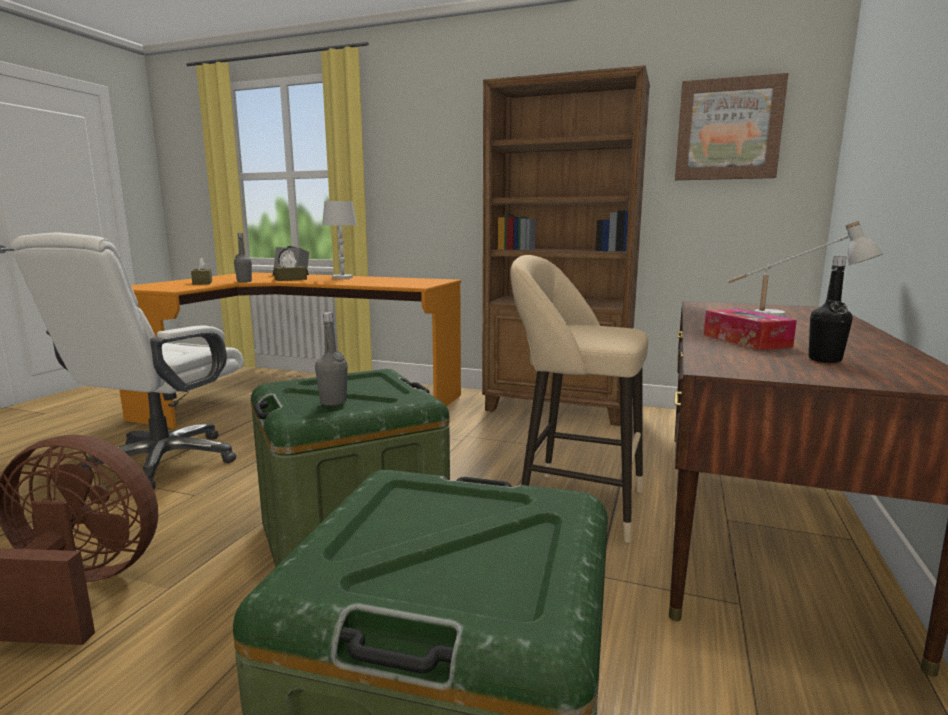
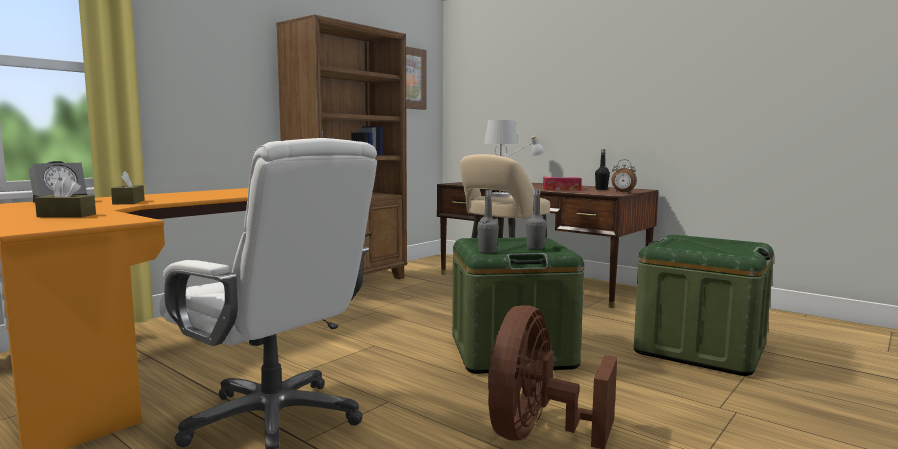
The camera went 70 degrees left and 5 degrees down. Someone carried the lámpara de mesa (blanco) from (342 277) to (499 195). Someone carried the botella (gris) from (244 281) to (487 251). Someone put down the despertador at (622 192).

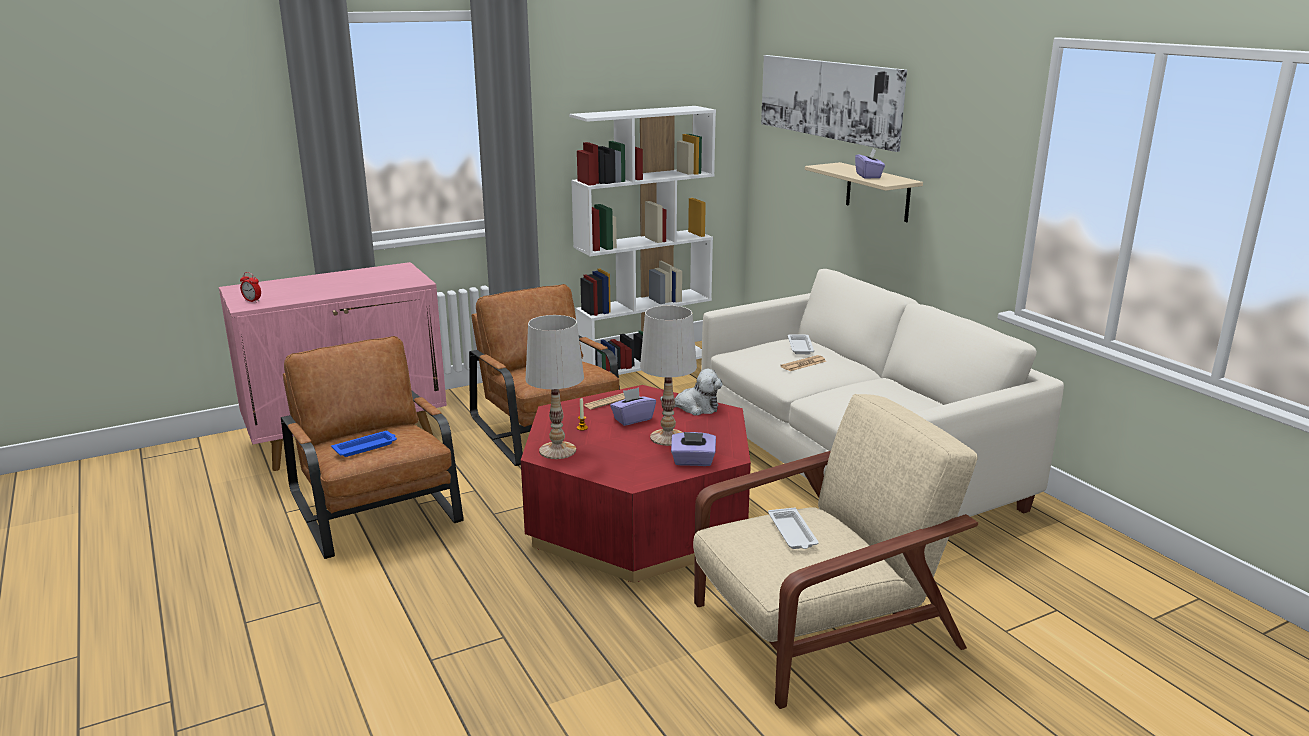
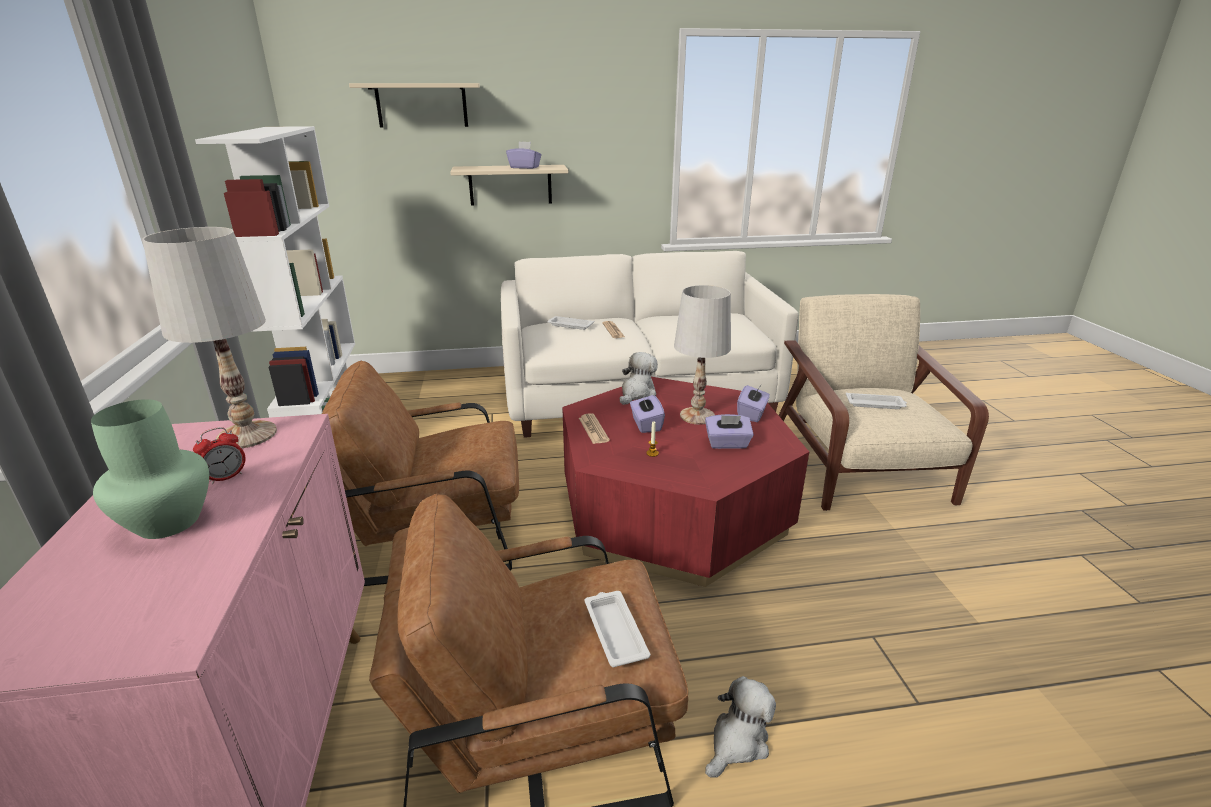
The camera went 70 degrees left and 5 degrees up. Someone swapped the cuadro at (828 99) for the estante (beis) at (422 105). Someone carried the despertador from (252 301) to (226 477). Someone carried the lámpara de mesa (blanco) from (557 451) to (247 435). Someone repainted the bandeja (azul) at (366 447), which became the bandeja (blanco) at (615 631). Someone put down the florero (verde) at (167 521). Someone put down the caja de pañuelos (morado) at (727 444). Someone put down the peluche at (738 741).

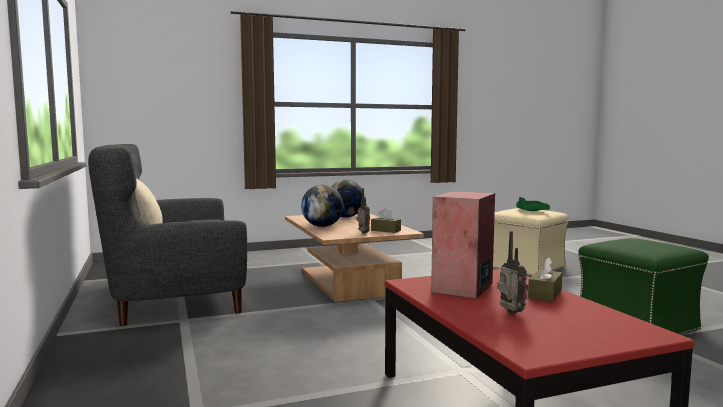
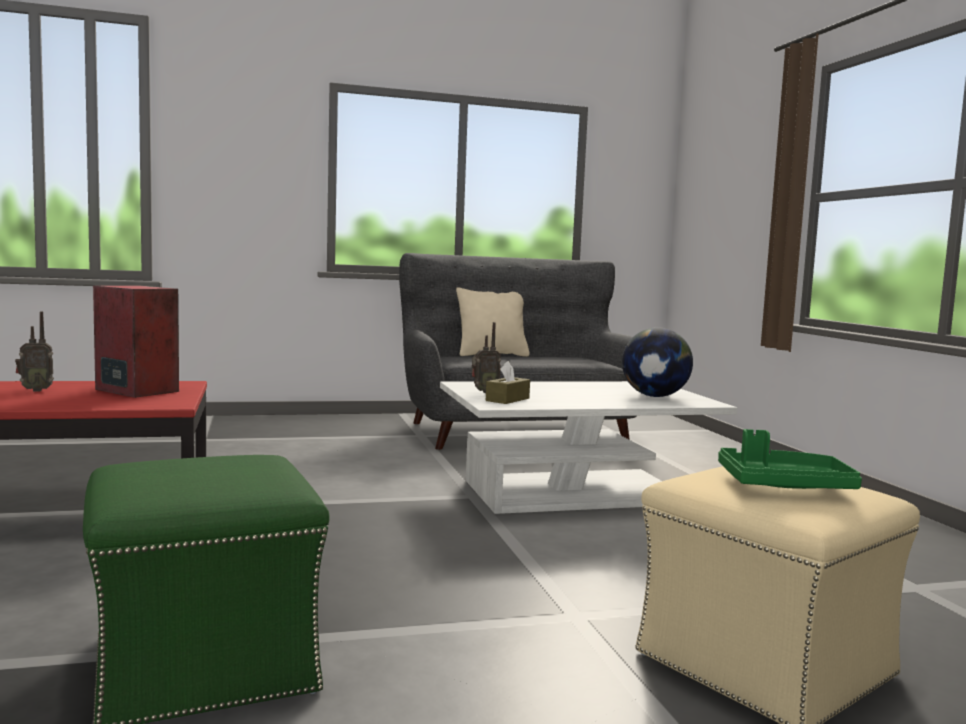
The camera went 95 degrees right and 0 degrees up. Someone took away the globo terráqueo at (322 226). Someone repainted the mesa de centro (marrón) at (347 282), which became the mesa de centro (blanco) at (575 492). Someone took away the caja de pañuelos (marrón) at (545 294).

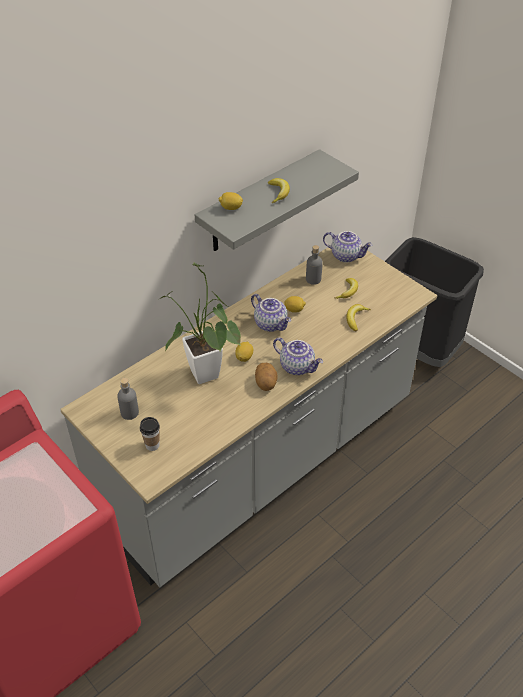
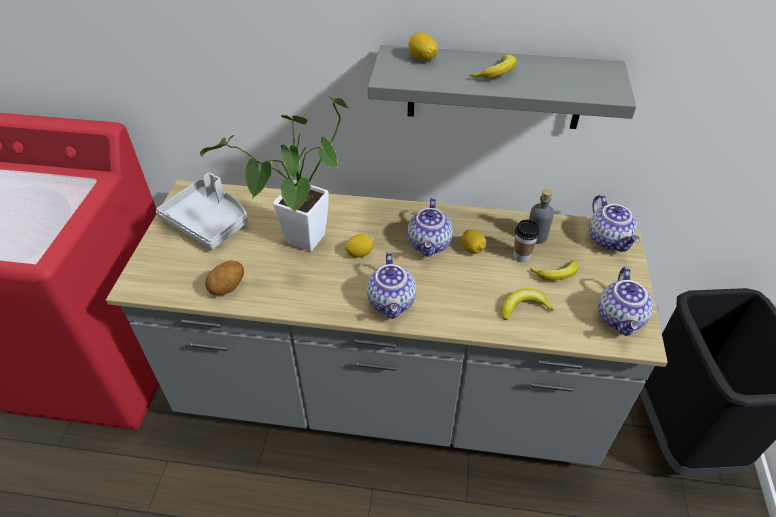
The camera went 50 degrees right and 0 degrees up. Someone carried the patata from (266 383) to (228 288). Someone swapped the botella (gris) at (129 413) for the bandeja (gris) at (208 221). Someone carried the taza from (152 445) to (521 256). Someone put down the tetera at (621 319).

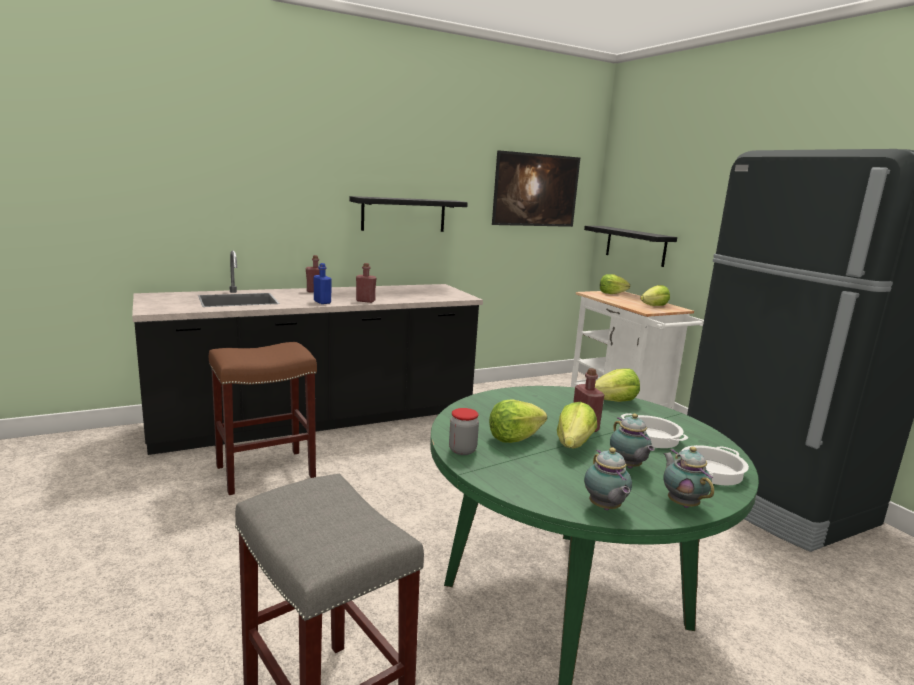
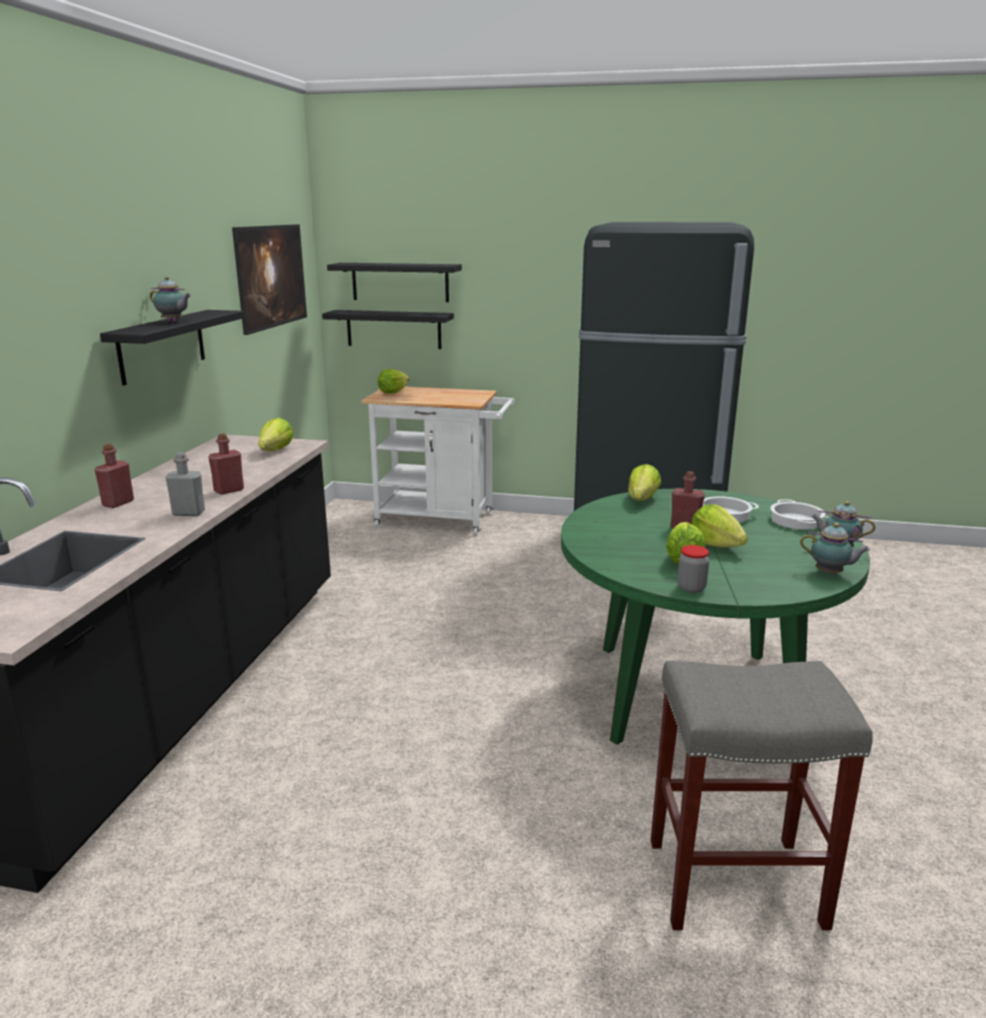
The camera went 50 degrees left and 5 degrees up. Someone repainted the botella (azul) at (322 302), which became the botella (gris) at (188 513). Someone carried the lechuga from (654 306) to (276 450). Someone took away the taburete (marrón) at (267 471). Someone carried the tetera from (628 467) to (173 321). Someone put up the estante (negro) at (400 282).

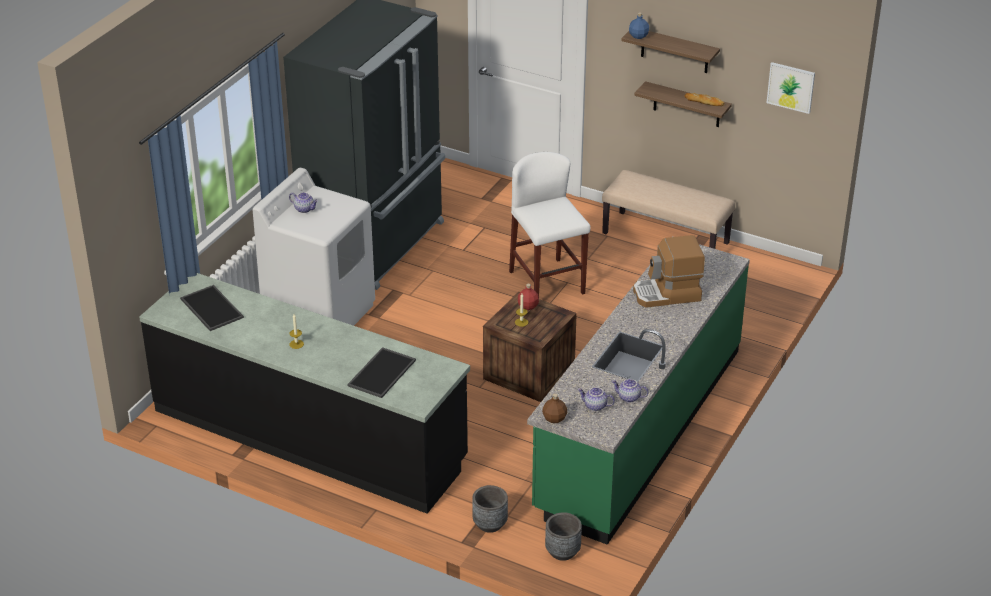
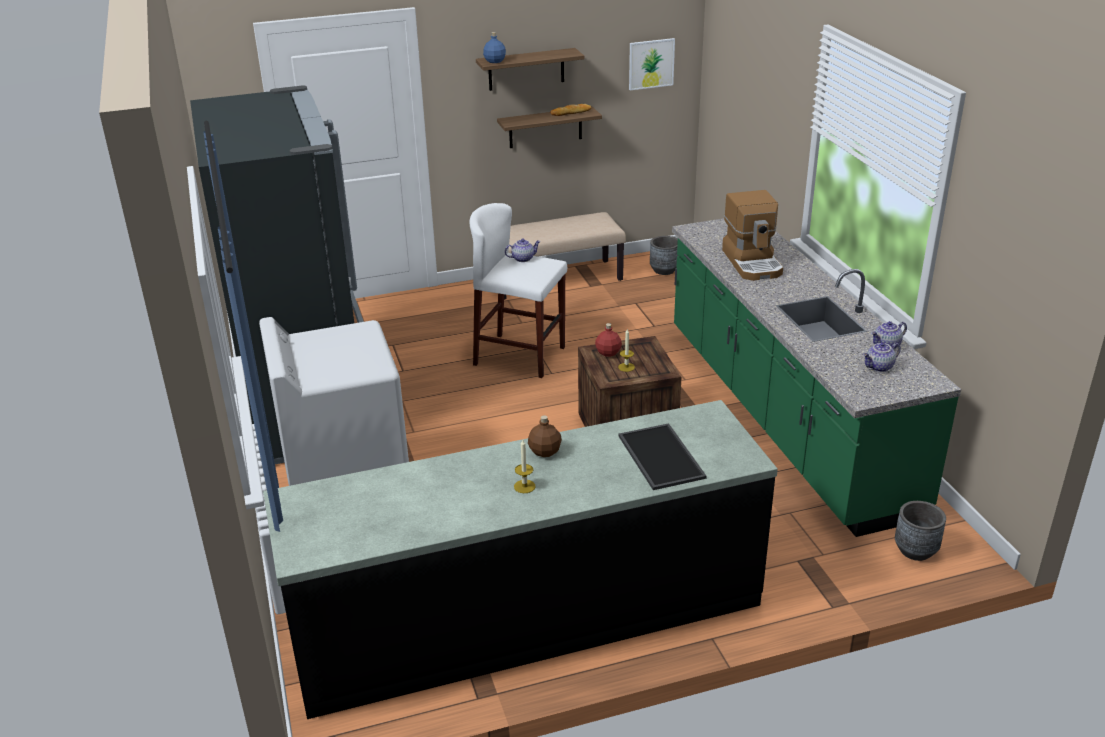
The camera went 45 degrees left and 5 degrees down. Someone carried the tetera from (304 209) to (523 258). Someone rotated the cafetera at (667 294) by 45 degrees counterclockwise. Someone took away the bandeja at (210 308). Someone carried the botella (marrón) from (555 418) to (545 451). Someone carried the maceta (gris) from (490 524) to (664 270).

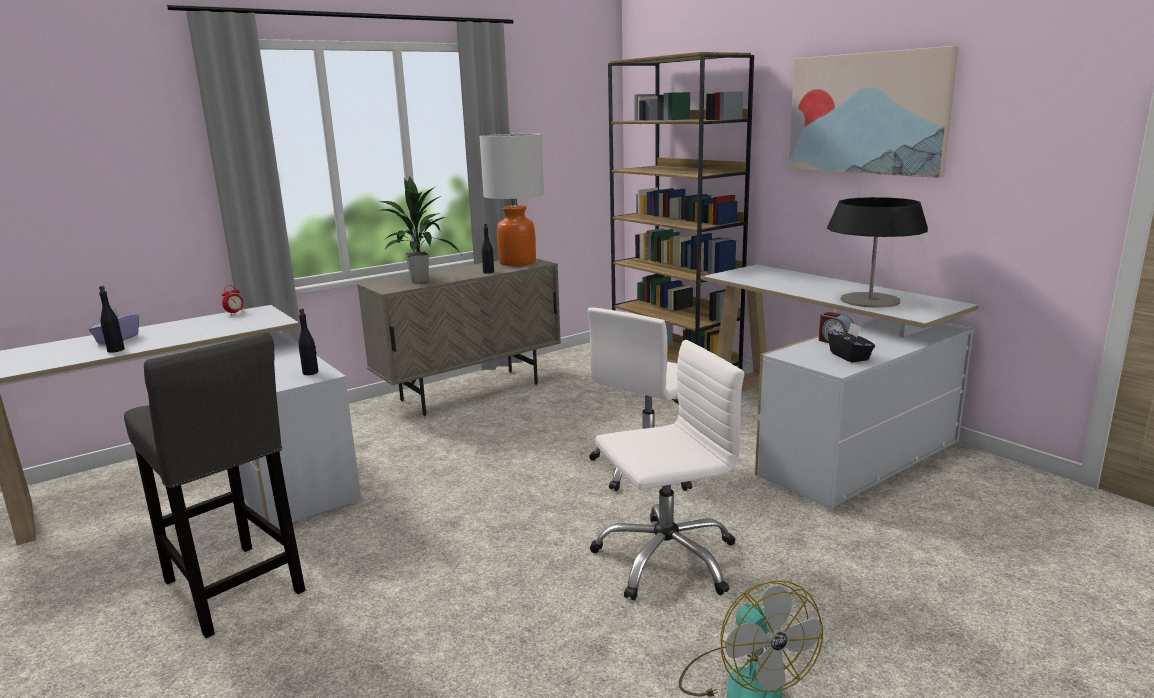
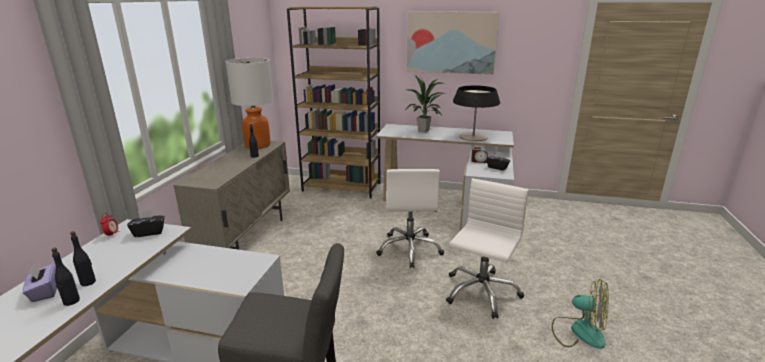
The camera went 40 degrees left and 5 degrees up. Someone carried the planta en maceta from (419 280) to (424 131). Someone carried the botella (negro) from (311 372) to (88 282). Someone put down the caja de pañuelos (negro) at (149 232).

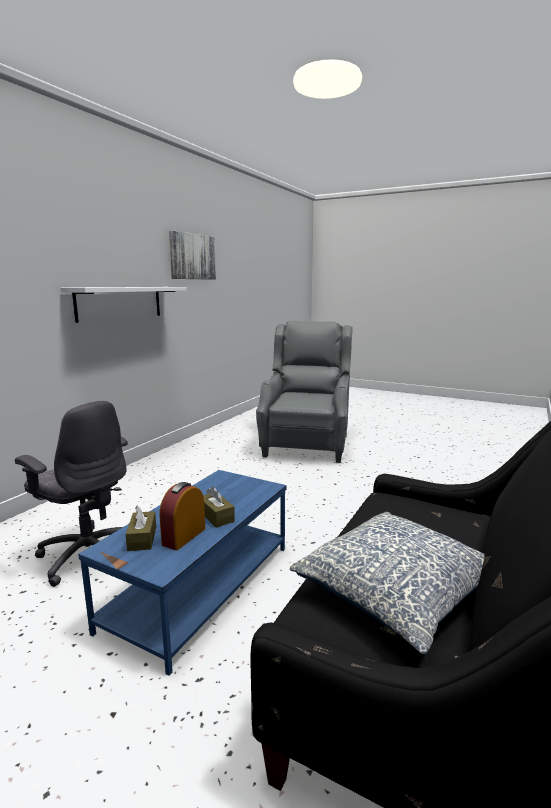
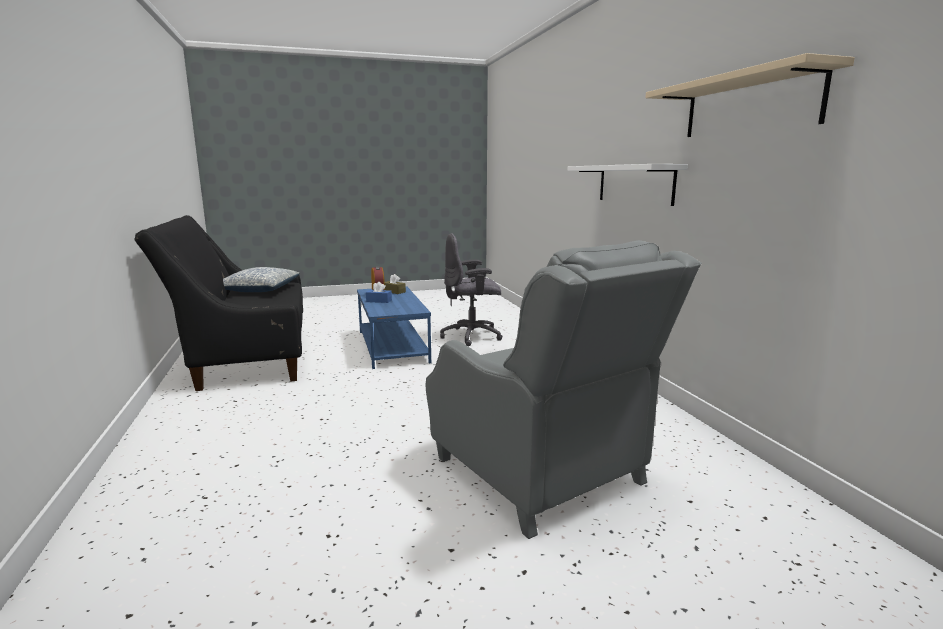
The camera went 135 degrees right and 0 degrees up. Someone swapped the cuadro at (192 256) for the estante (beis) at (749 105). Someone repainted the caja de pañuelos (marrón) at (216 516), which became the caja de pañuelos (azul) at (379 301).

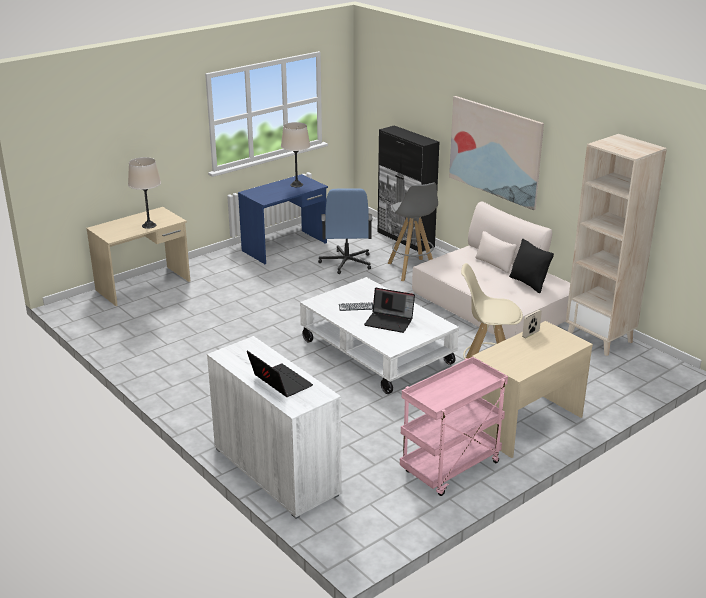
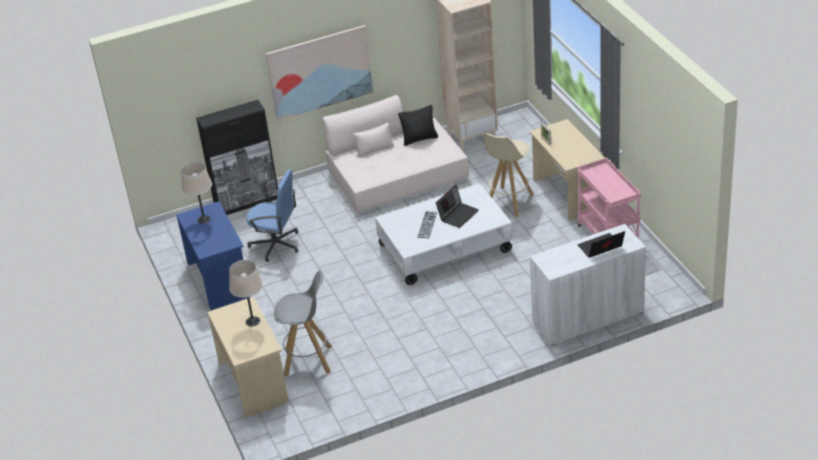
The camera went 70 degrees left and 10 degrees up. Someone carried the taburete (gris) from (412 270) to (308 361).

